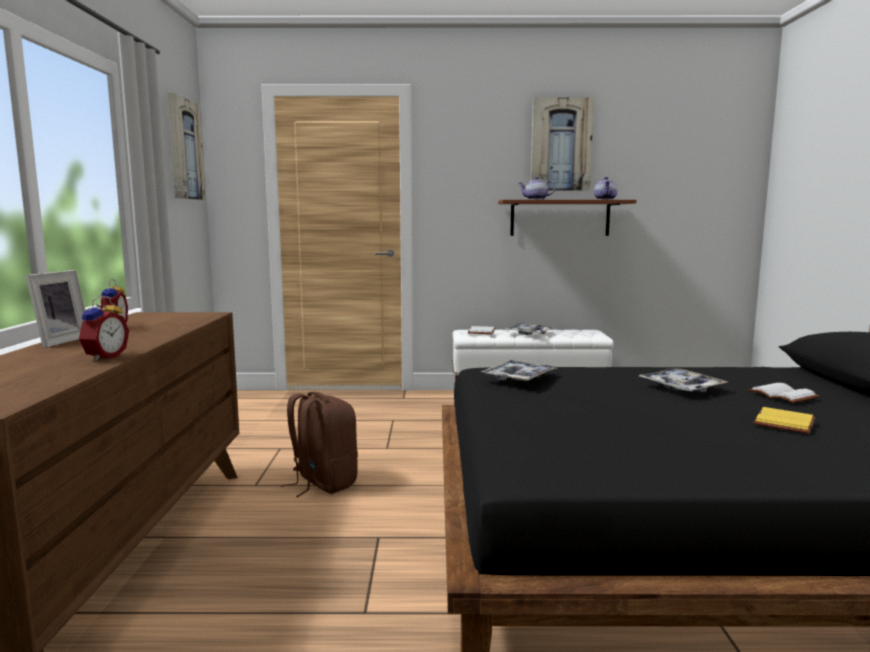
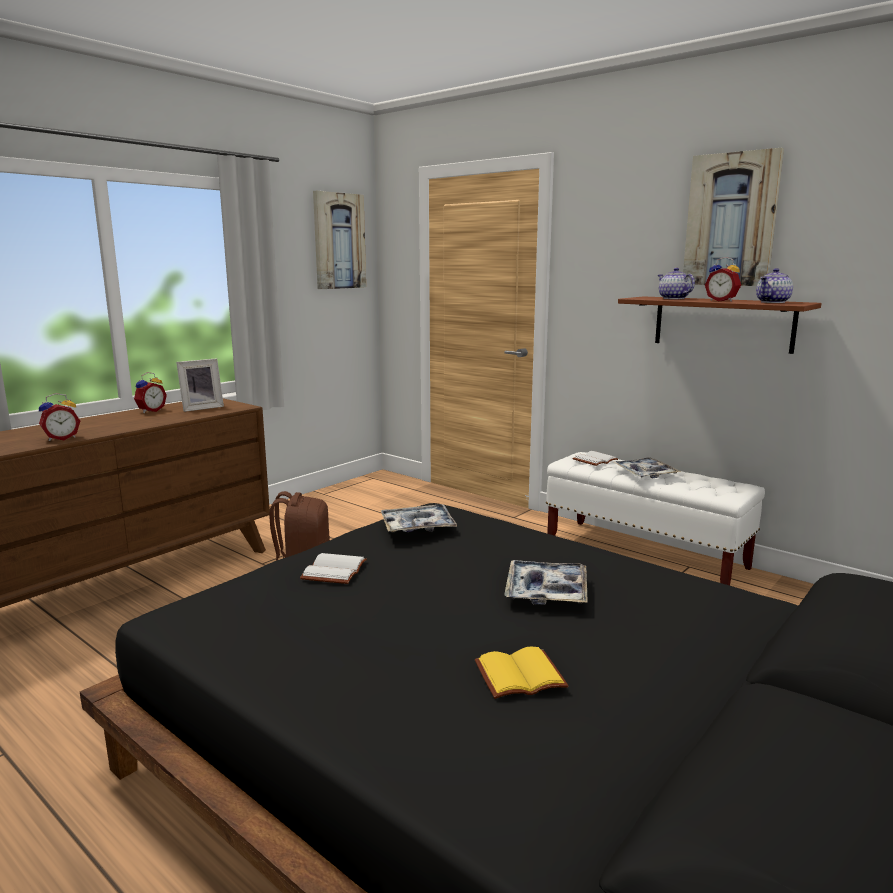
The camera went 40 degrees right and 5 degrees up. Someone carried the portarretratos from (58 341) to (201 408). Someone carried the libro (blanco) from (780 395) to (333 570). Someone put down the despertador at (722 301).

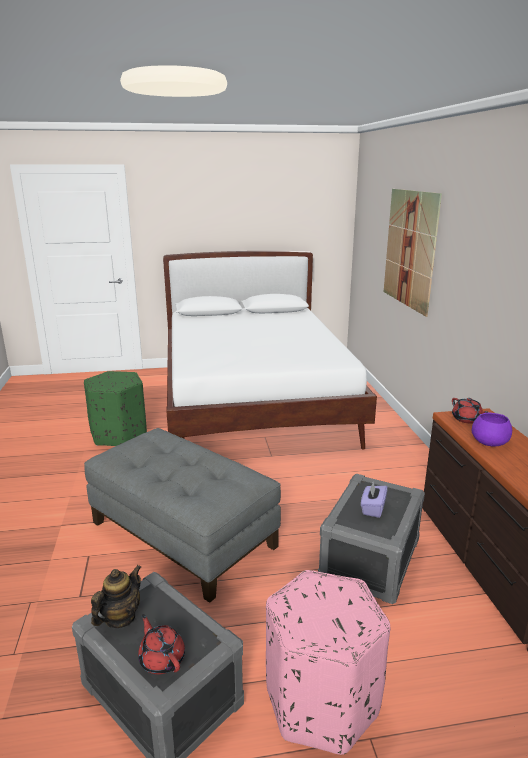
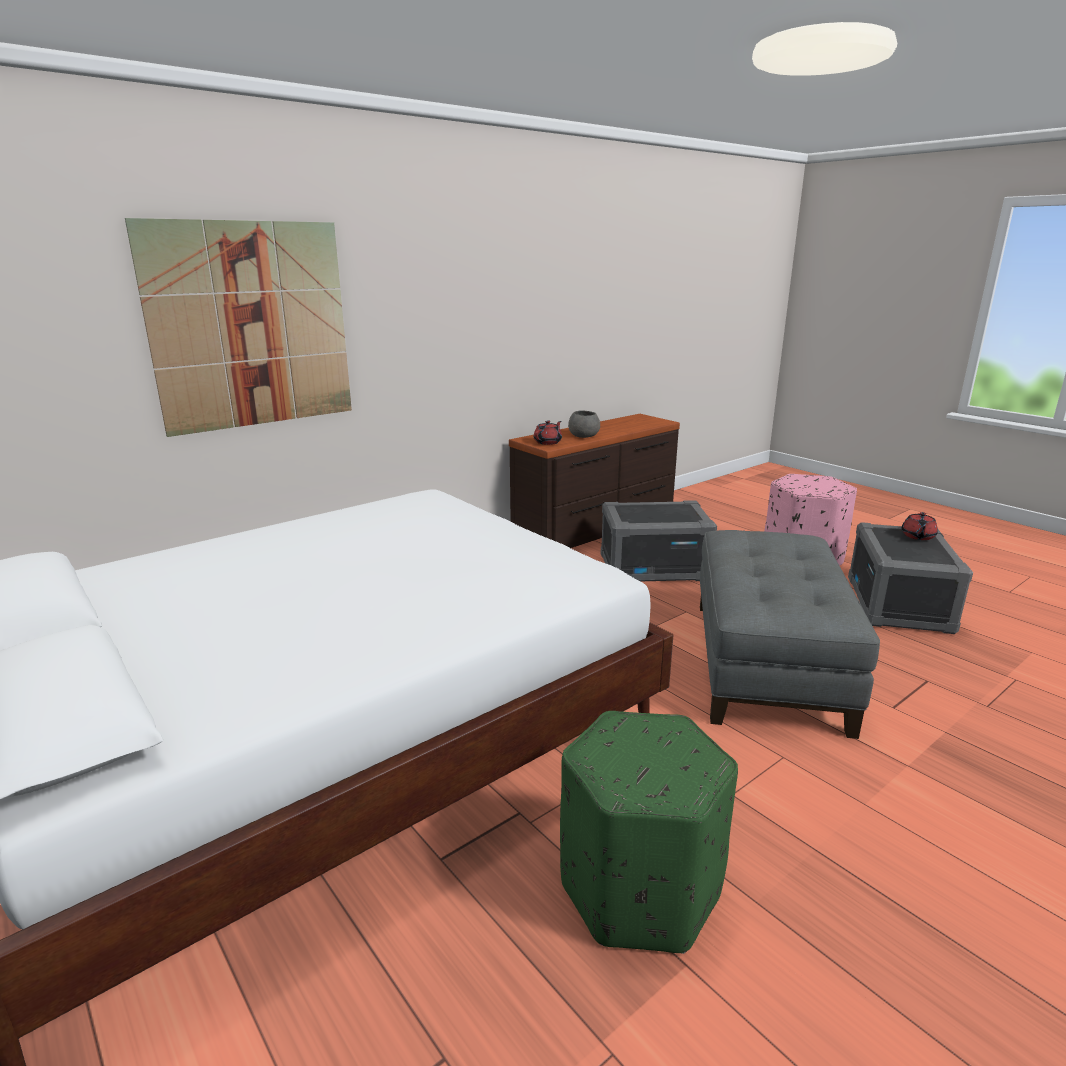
The camera went 120 degrees left and 0 degrees up. Someone repainted the cuenco (morado) at (490 442), which became the cuenco (gris) at (583 436). Someone took away the caja de pañuelos (morado) at (373 508). Someone took away the tetera at (120 617).

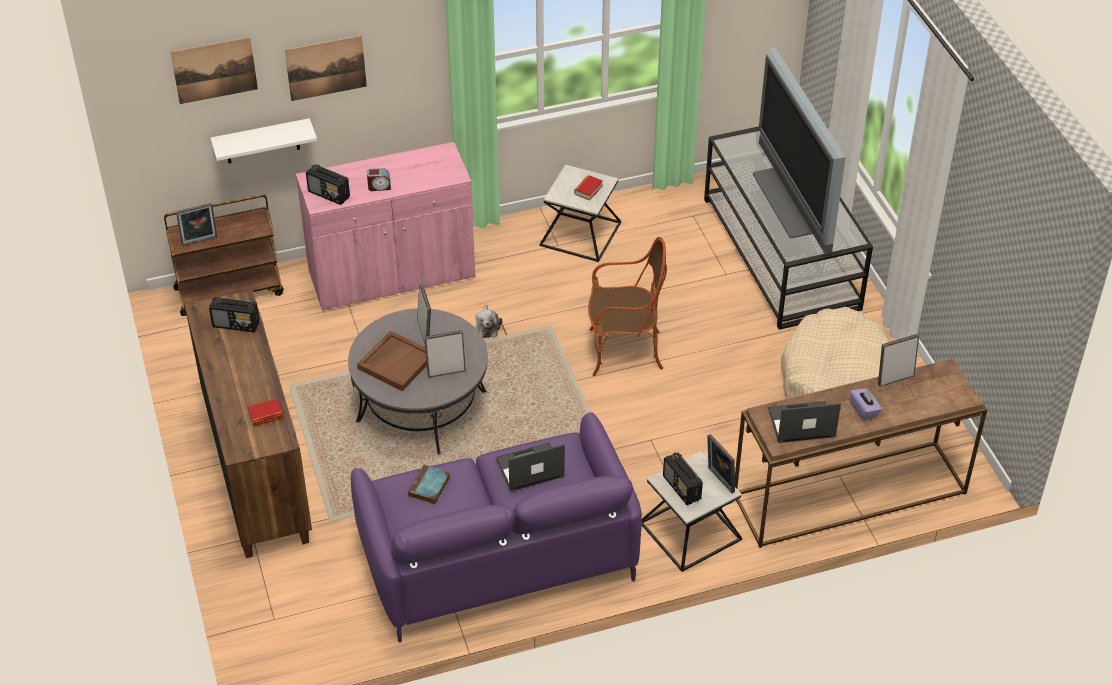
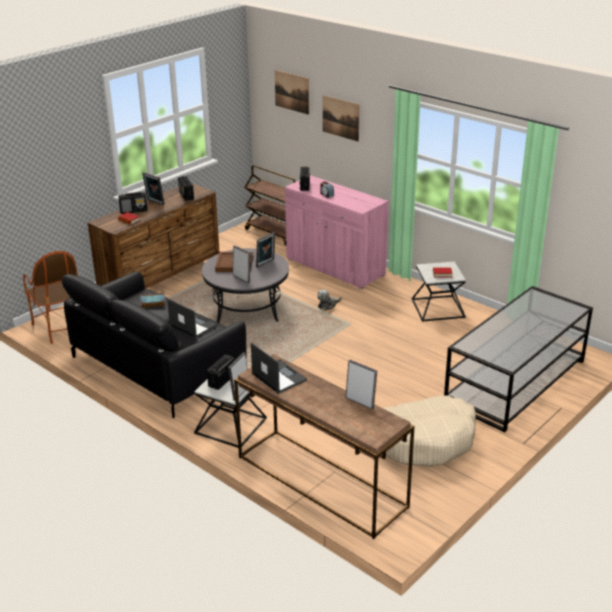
The camera went 60 degrees right and 15 degrees down. Someone took away the televisor at (791 201). Someone took away the estante (blanco) at (262 141). Someone carried the portarretratos from (200 242) to (154 202). Someone carried the sillón from (624 351) to (59 328). Someone took away the caja de pañuelos (morado) at (864 410). Someone repainted the sofá (morado) at (496 553), which became the sofá (negro) at (158 365). Someone put down the radio at (134 210).

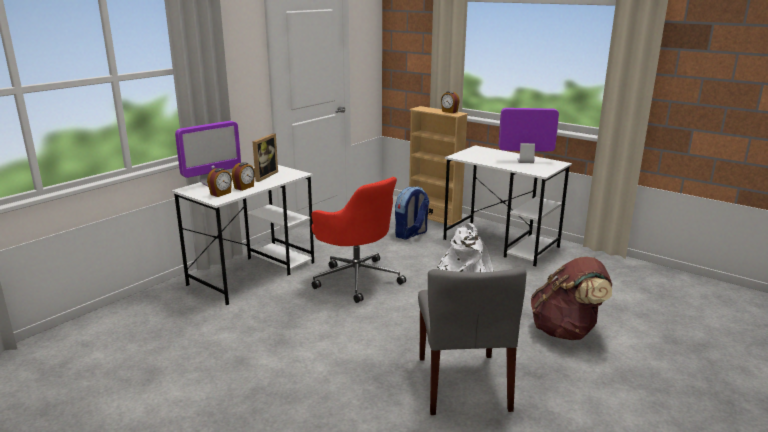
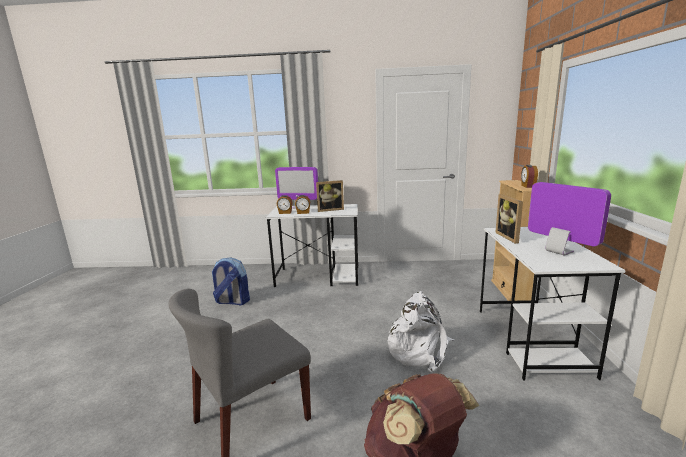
The camera went 55 degrees right and 5 degrees down. Someone took away the silla de oficina (rojo) at (356 278). Someone carried the mochila from (411 234) to (232 301). Someone put down the portarretratos at (510 237).

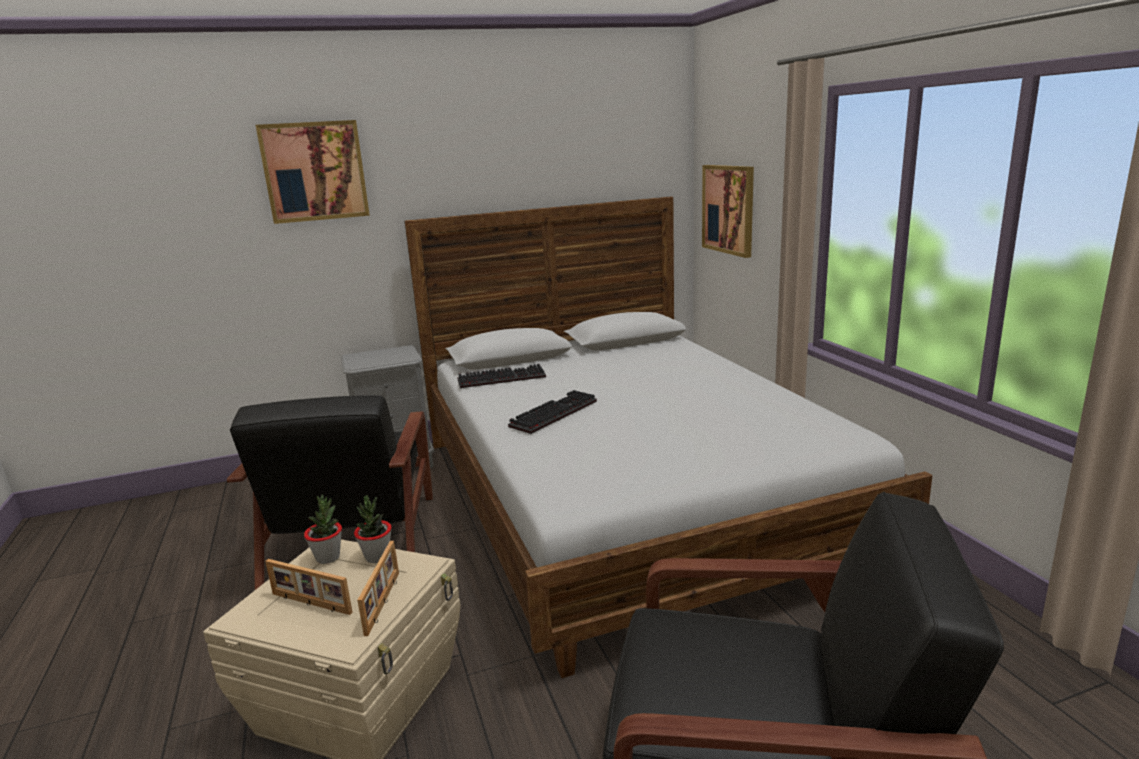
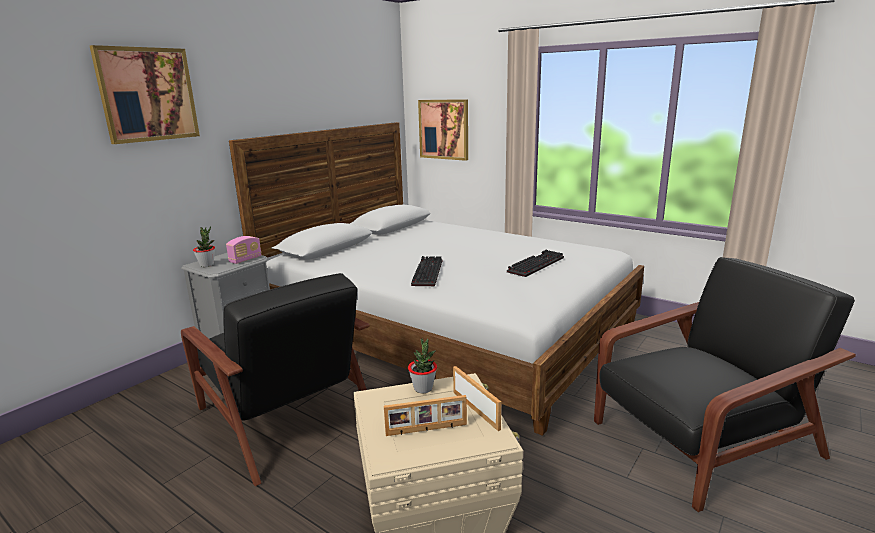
The camera went 35 degrees left and 0 degrees up. Someone carried the teclado from (503 378) to (535 264). Someone carried the planta en maceta from (328 557) to (207 265). Someone put down the radio at (245 260).

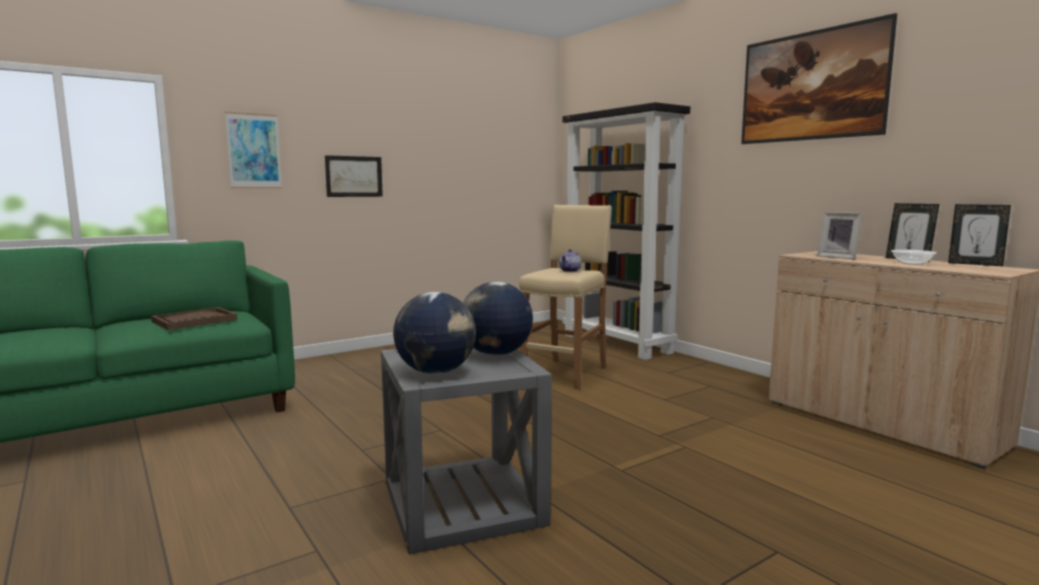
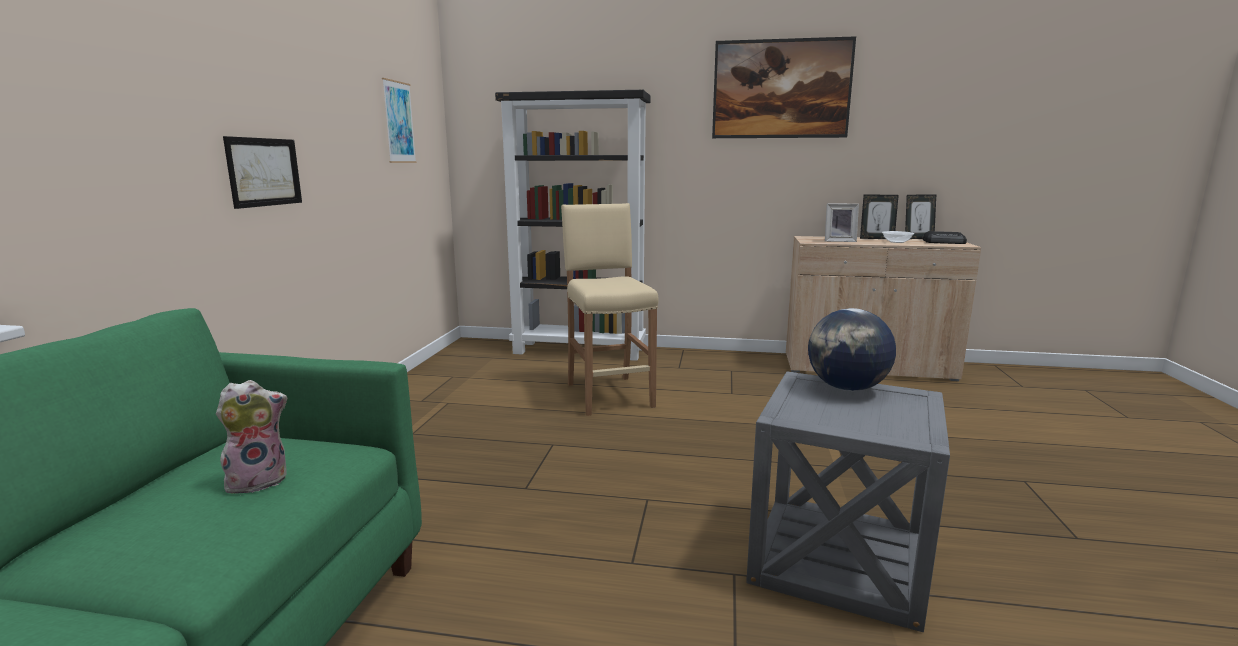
The camera went 45 degrees left and 5 degrees up. Someone carried the cuadro from (254 151) to (399 122). Someone took away the tetera at (570 271). Someone took away the globo terráqueo at (436 372). Someone swapped the bandeja (marrón) at (194 321) for the peluche at (259 480). Someone put down the radio at (945 242).

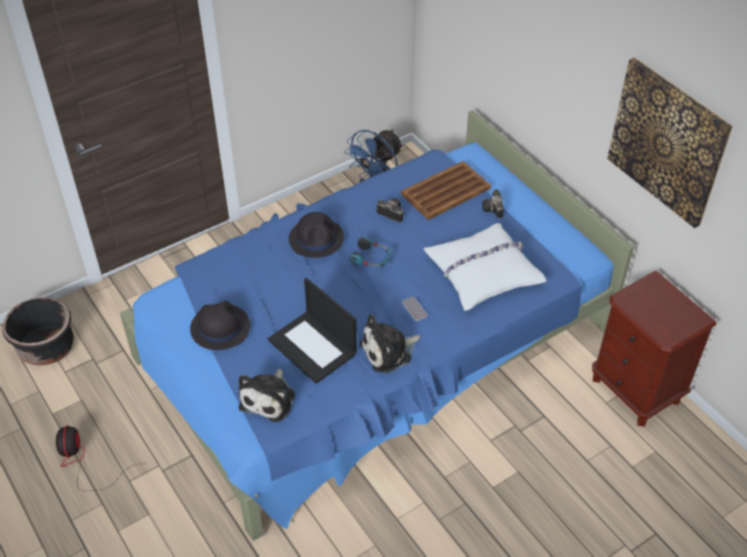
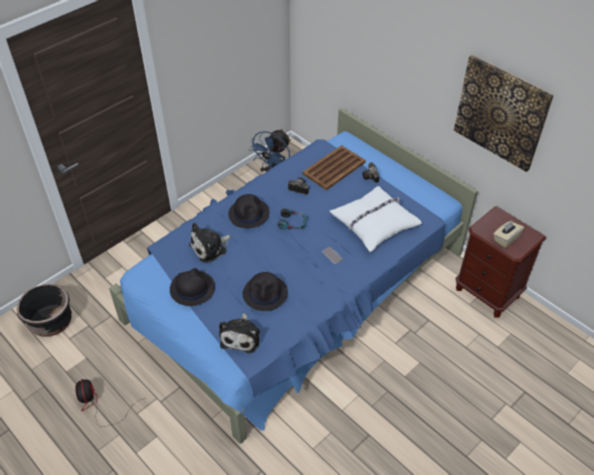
The camera went 10 degrees left and 0 degrees up. Someone swapped the portátil at (313 347) for the sombrero (negro) at (265 293). Someone carried the peluche from (389 351) to (210 247). Someone put down the caja de pañuelos (beis) at (505 239).

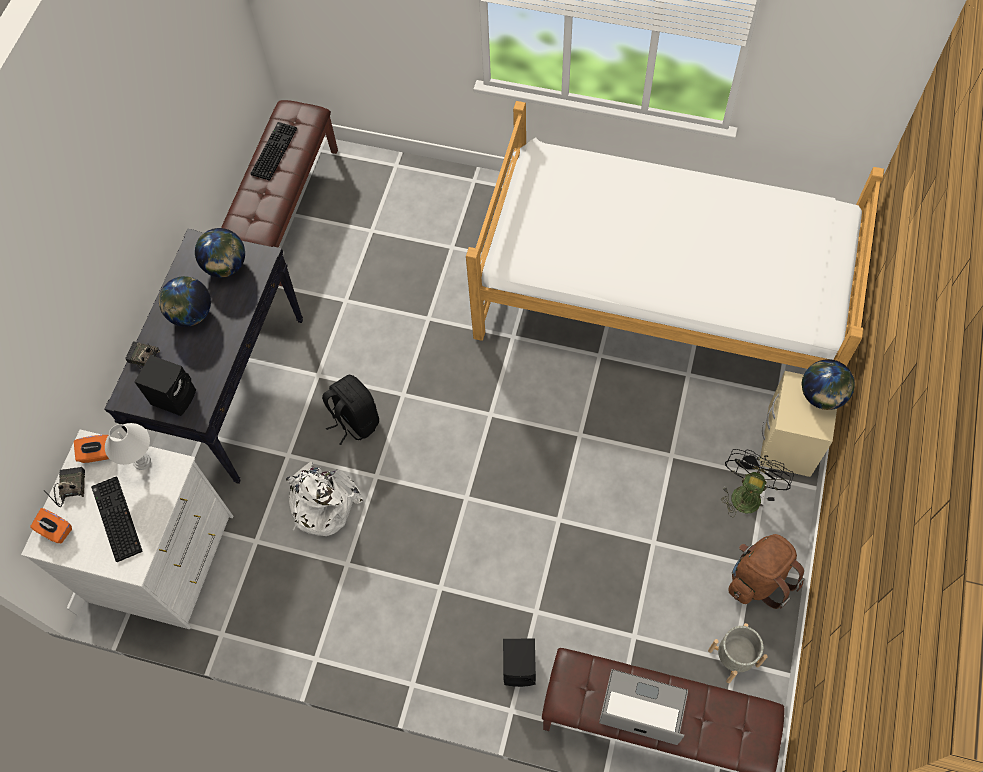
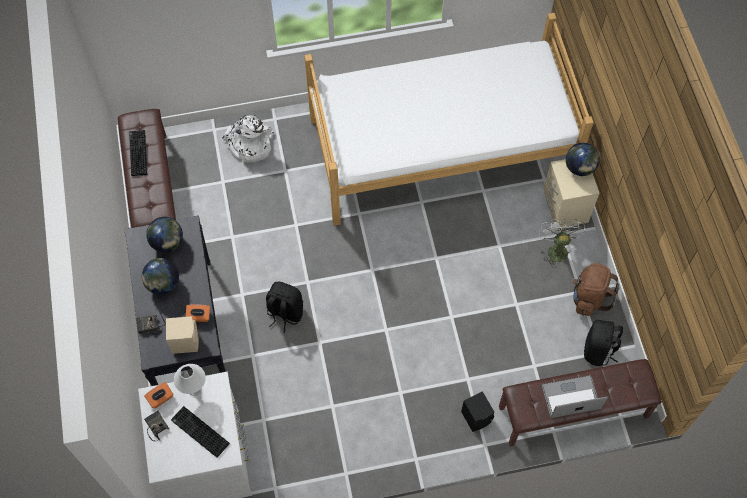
The camera went 30 degrees left and 0 degrees up. Someone repainted the altavoz (negro) at (175 396), which became the altavoz (beis) at (185 341). Someone repainted the ventilador (negro) at (746 492), which became the ventilador (blanco) at (556 249). Someone carried the mochila (blanco) from (321 503) to (249 145). Someone carried the caja de pañuelos (naranja) from (55 530) to (199 316). Someone swapped the maceta (gris) at (734 657) for the mochila (negro) at (598 350).

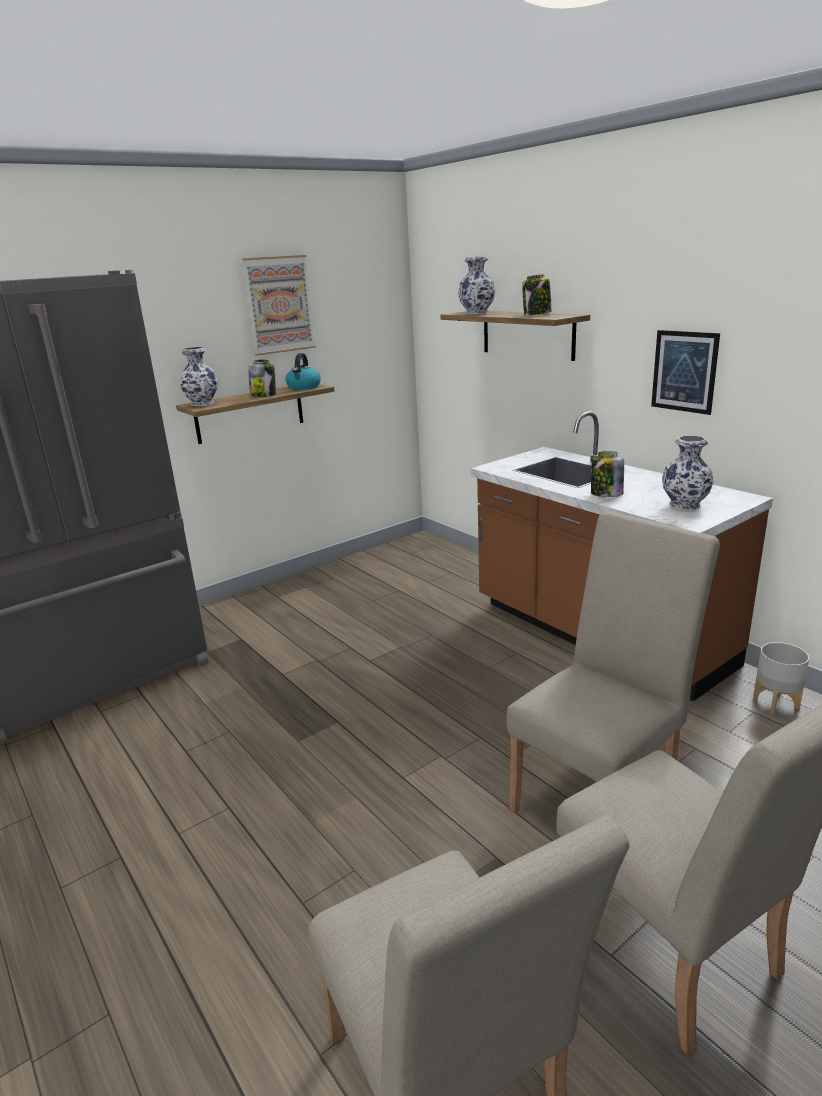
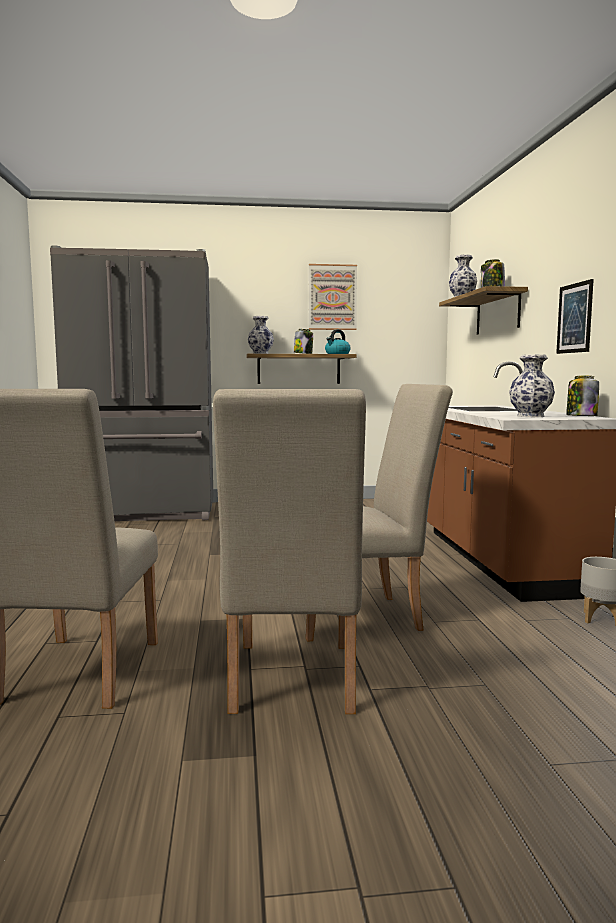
The camera went 30 degrees right and 15 degrees down. Someone carried the tarro from (606 494) to (581 416).

